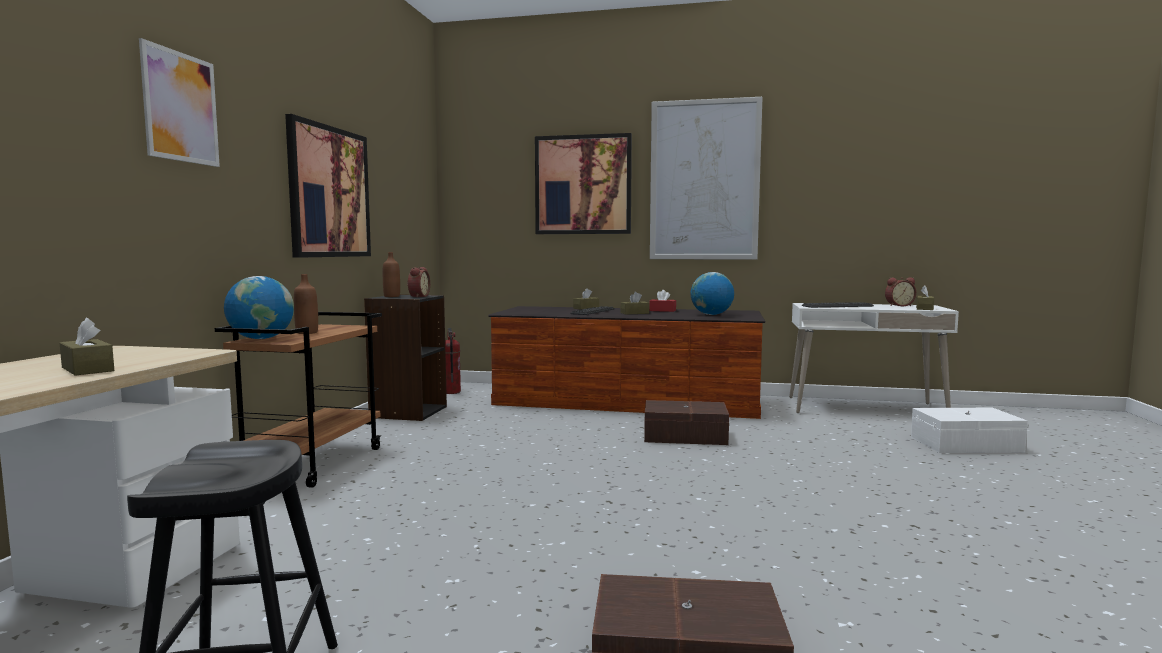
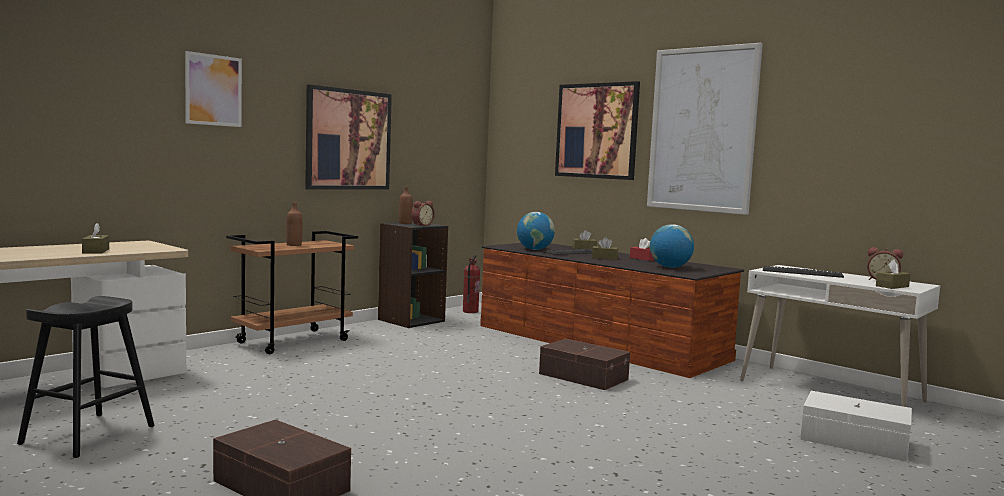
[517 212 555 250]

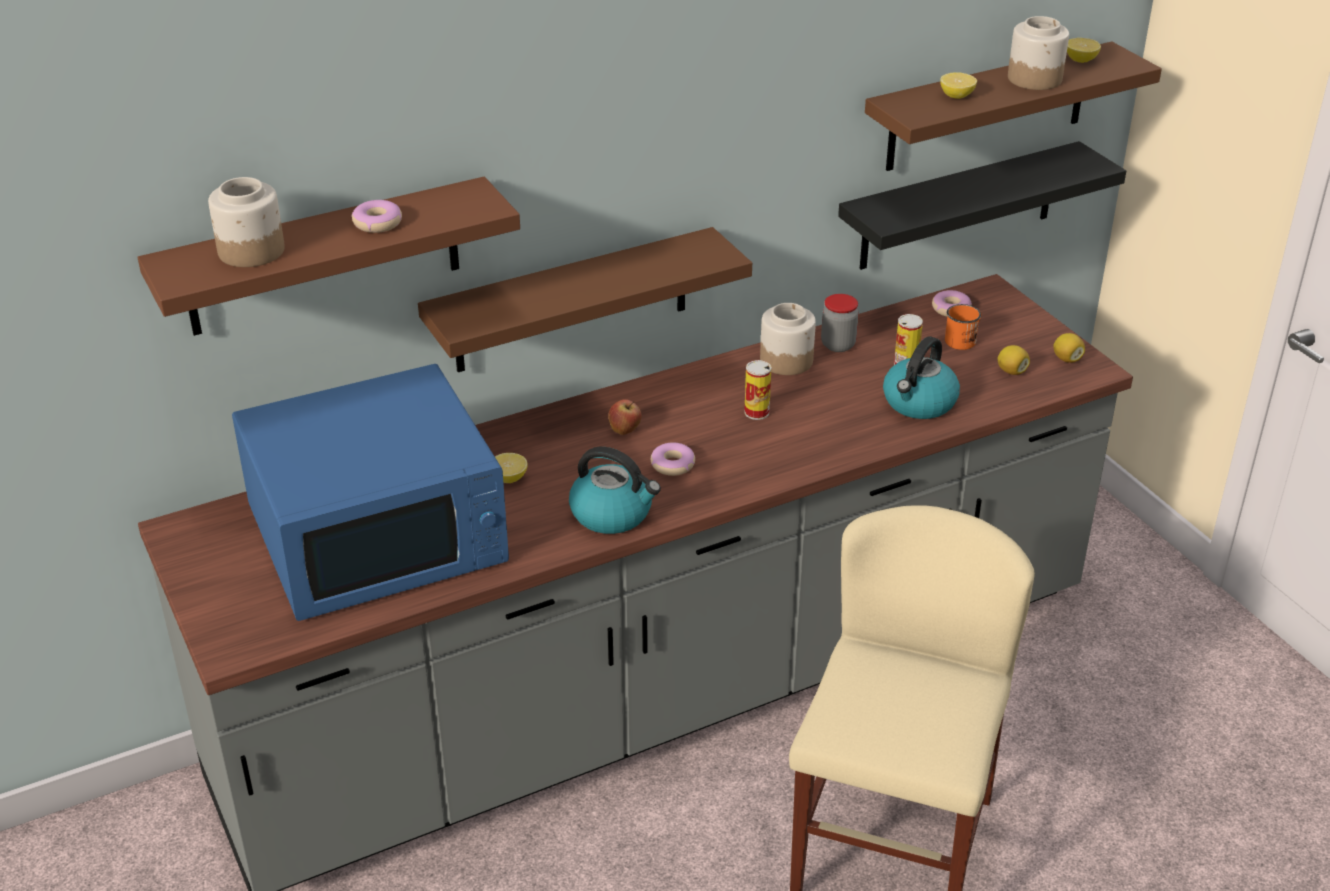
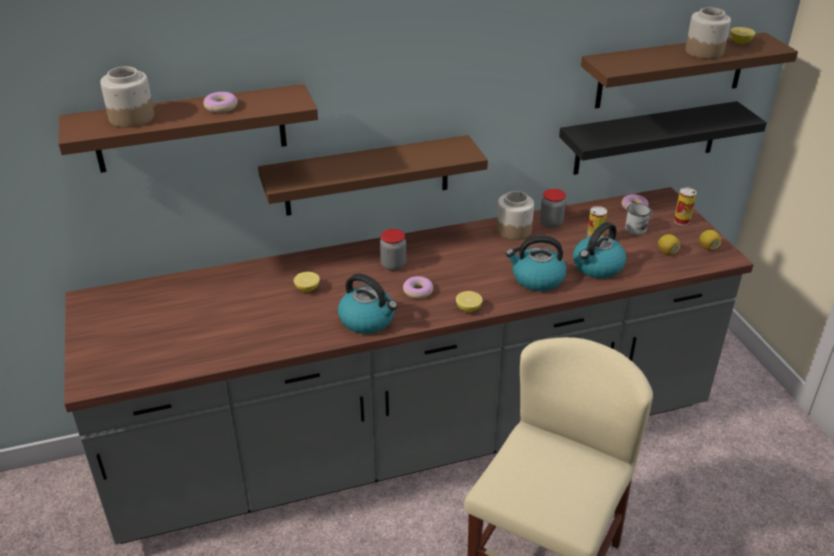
[380 229 406 271]
[456 291 483 312]
[506 235 566 291]
[625 203 653 235]
[674 187 696 226]
[232 364 509 621] (first image)

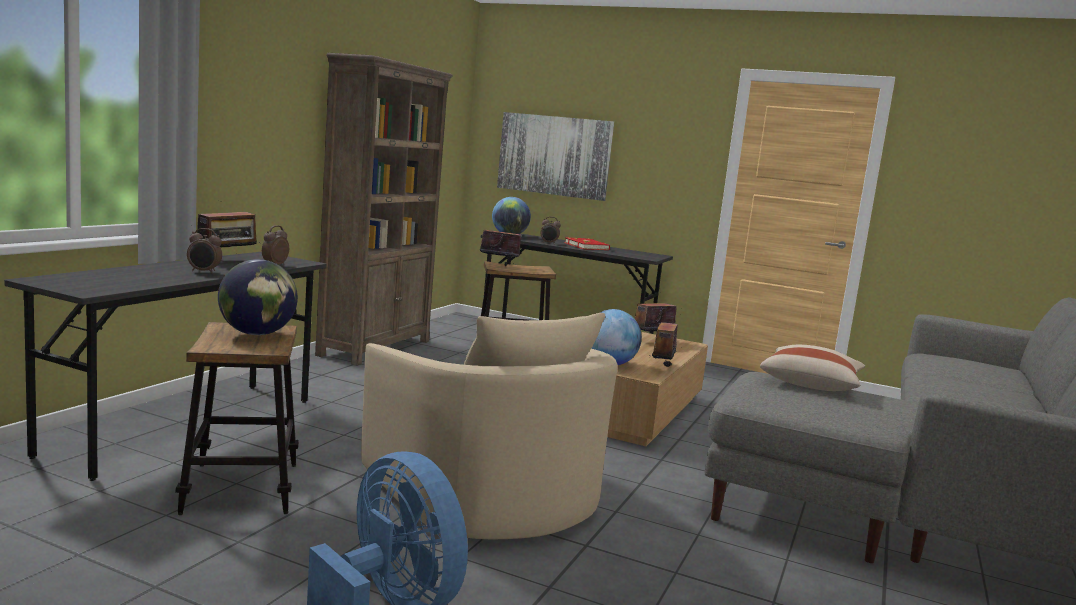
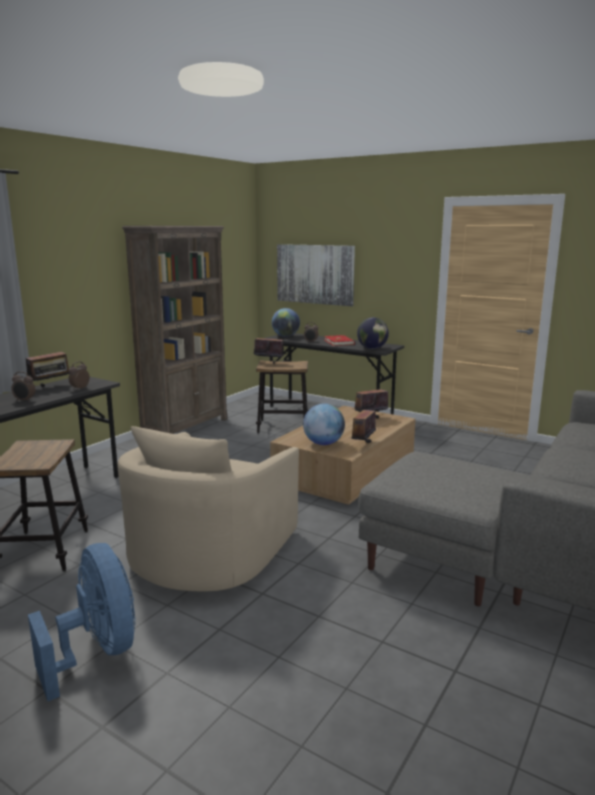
[117 426 299 591]
[357 317 389 349]
[760 345 865 391] (first image)

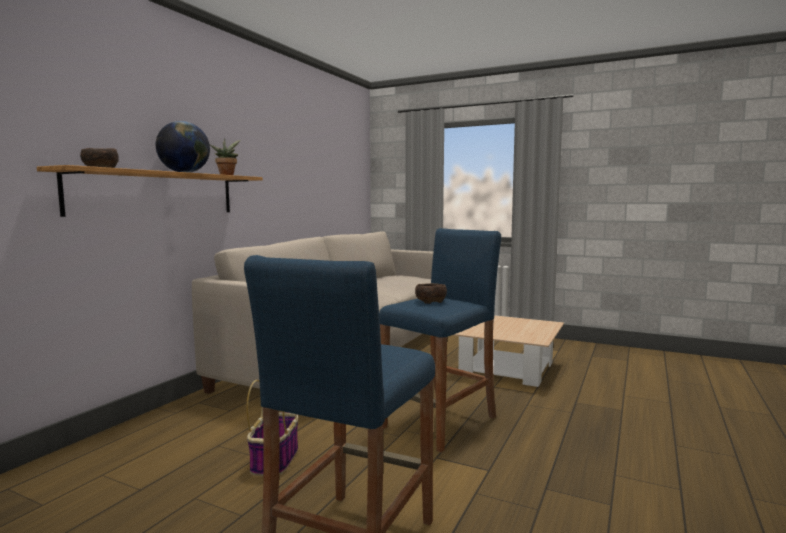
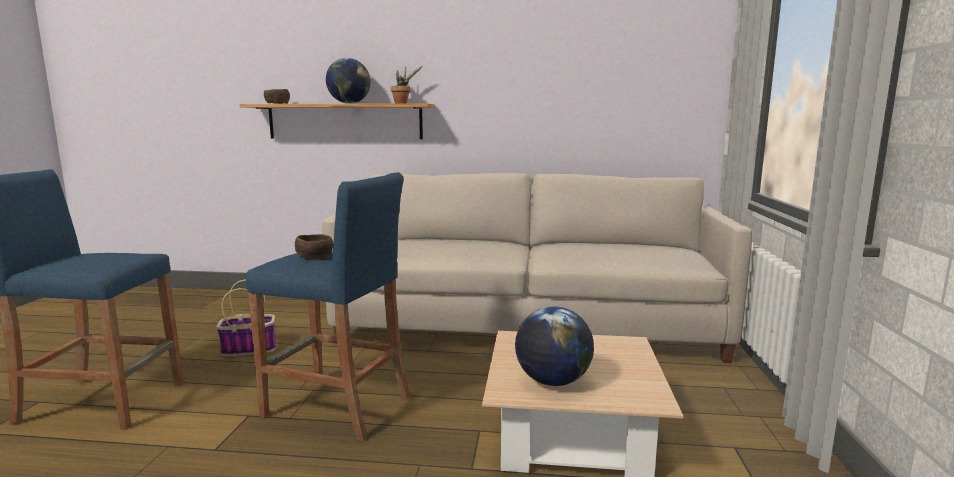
[515 306 594 386]

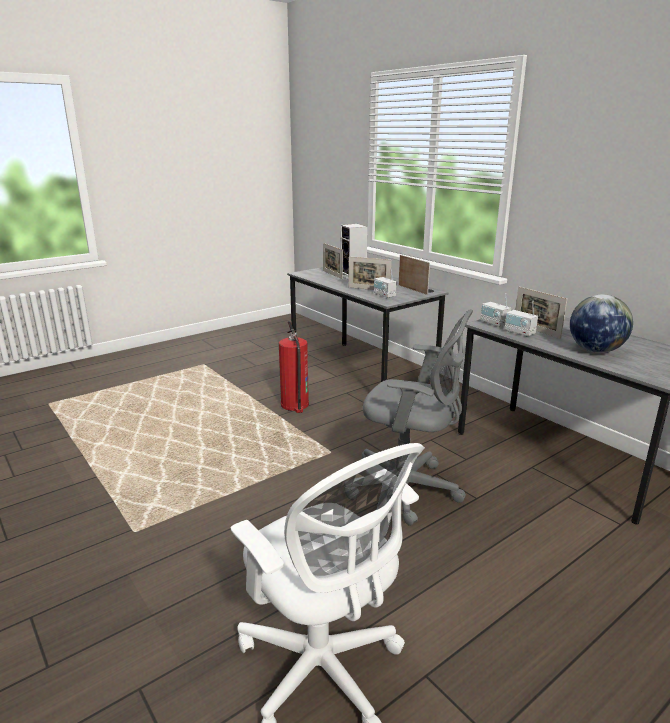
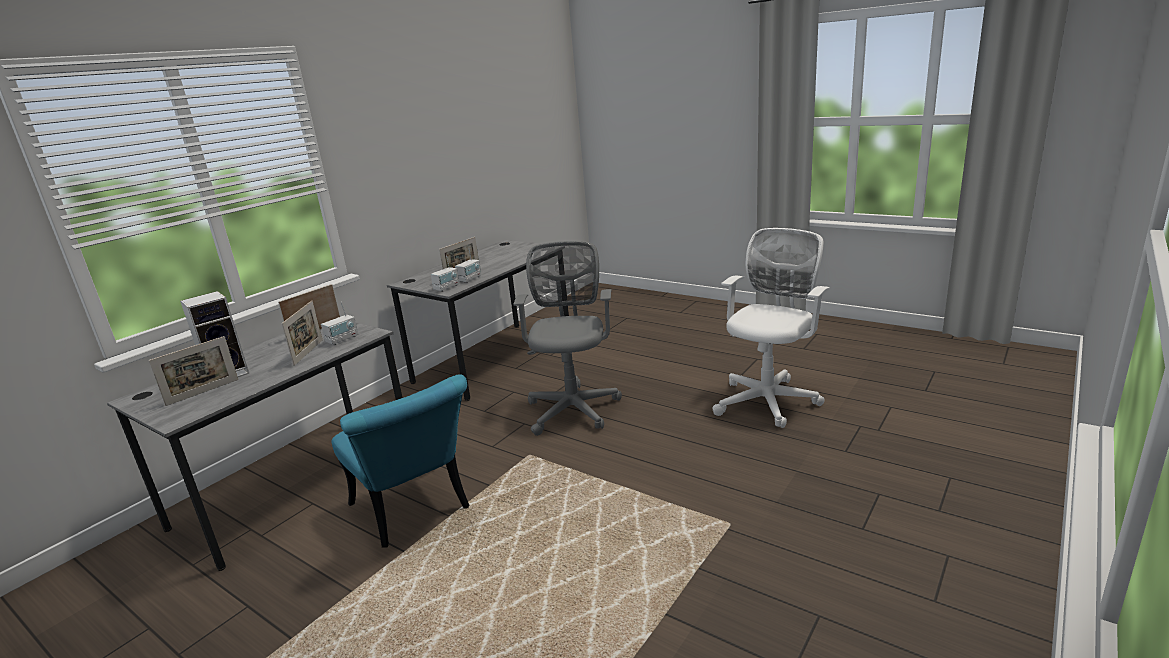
[332 374 469 548]
[570 294 633 353] (first image)

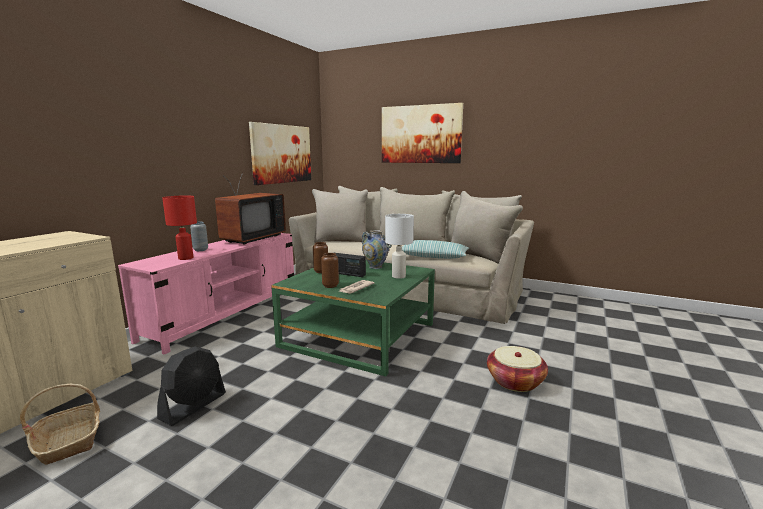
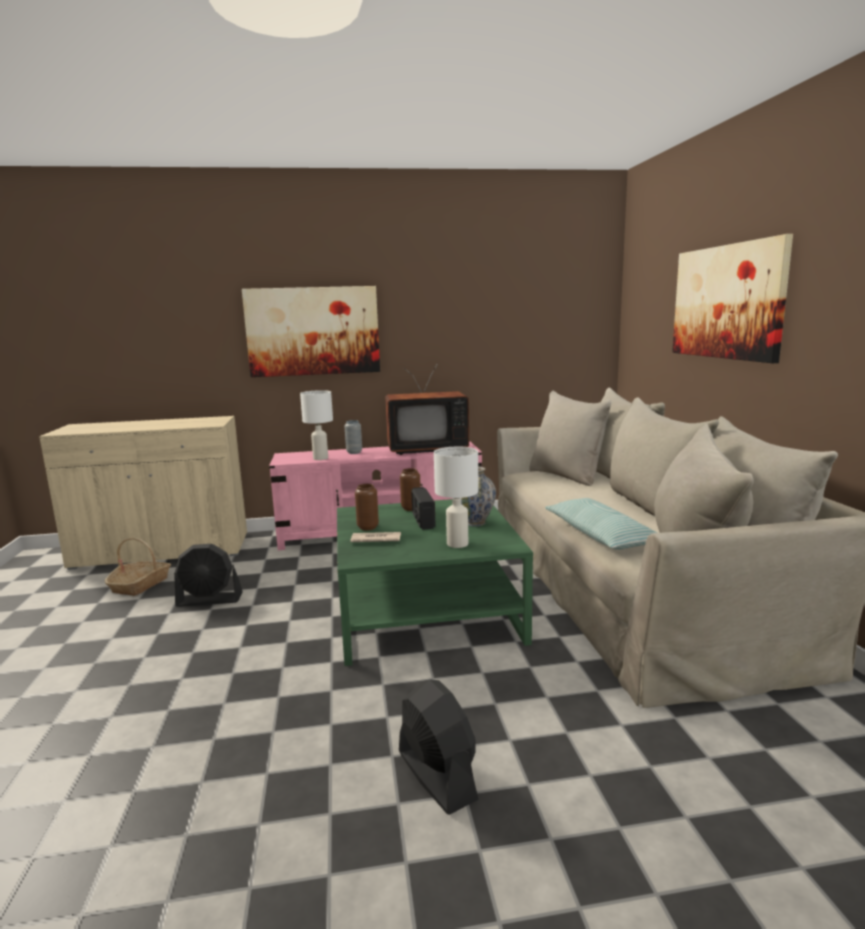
[242 286 380 377]
[300 390 333 460]
[399 680 479 815]

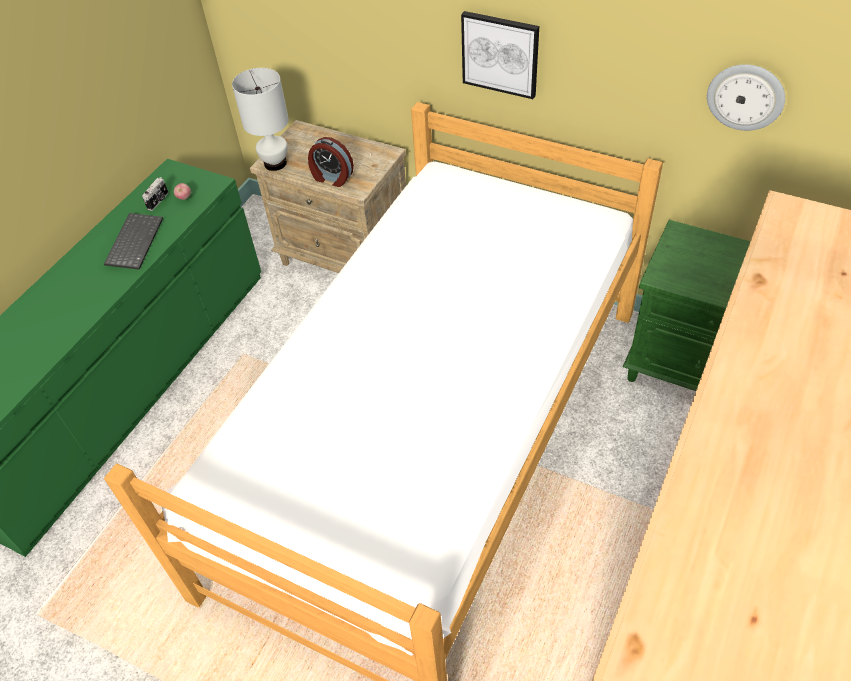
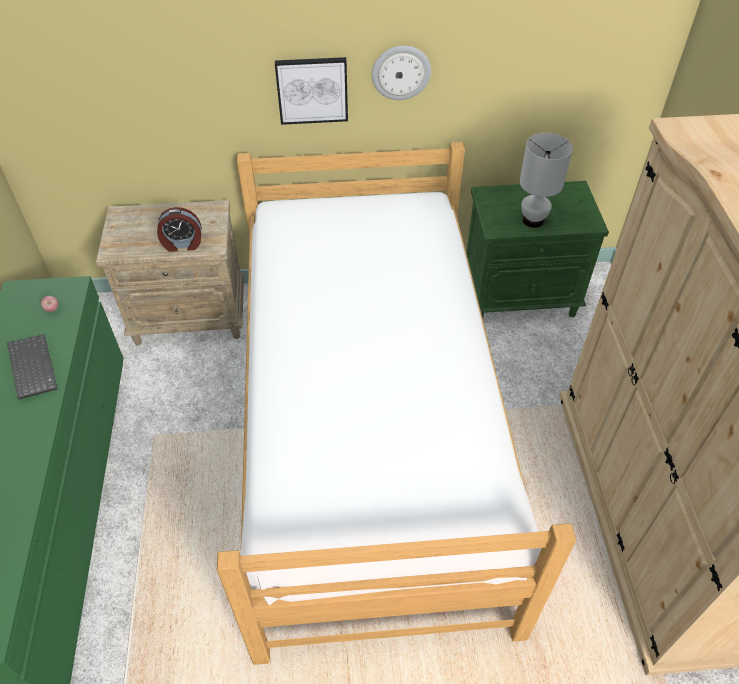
[372 46 431 100]
[520 133 573 228]
[142 177 168 211] (first image)

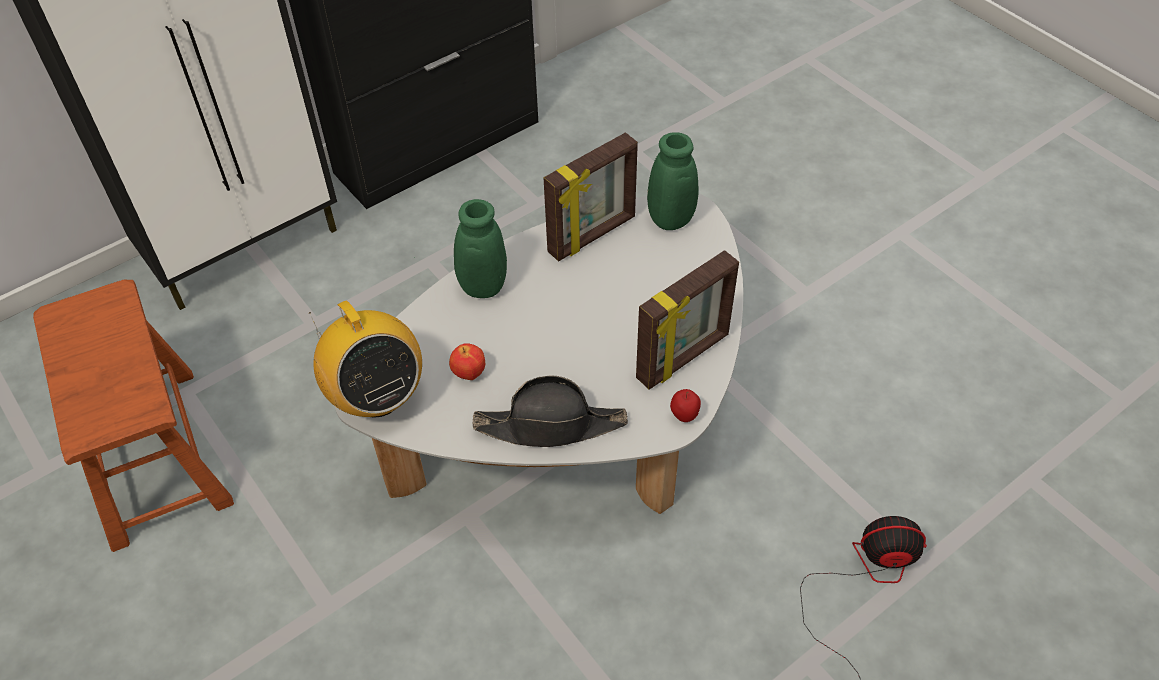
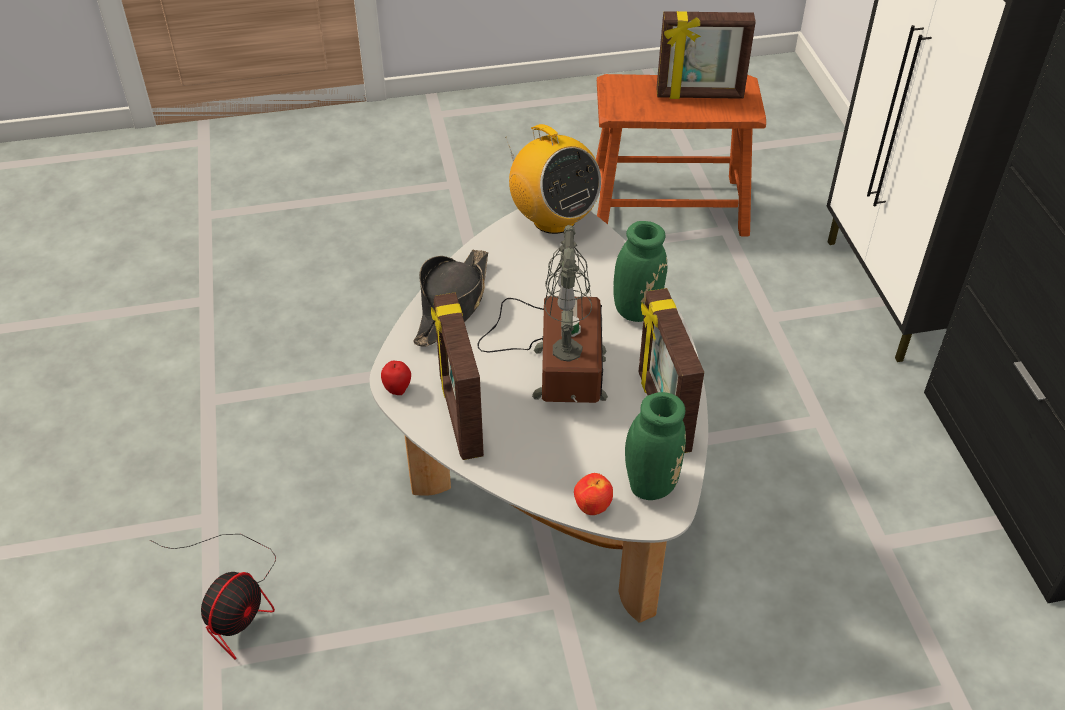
[477 225 608 403]
[505 124 601 234]
[574 473 613 515]
[656 11 756 99]

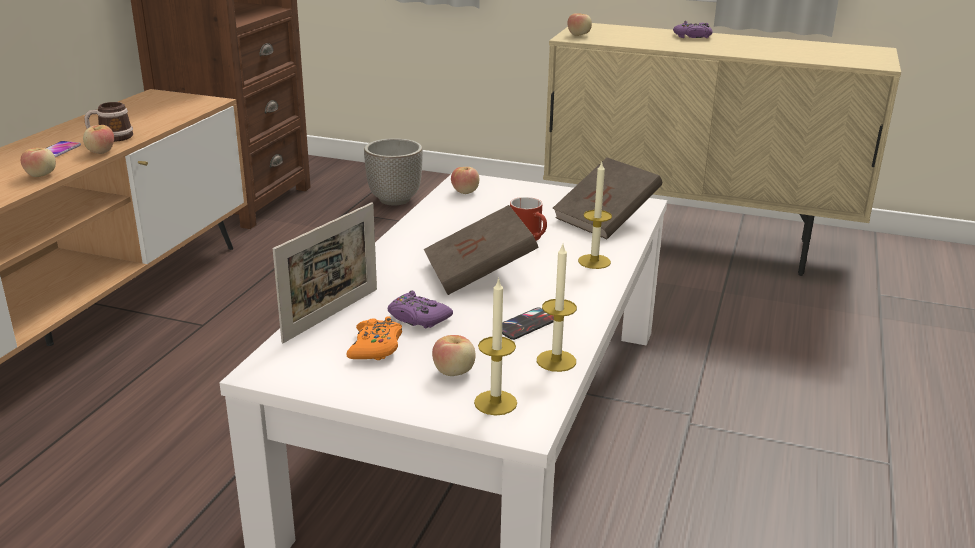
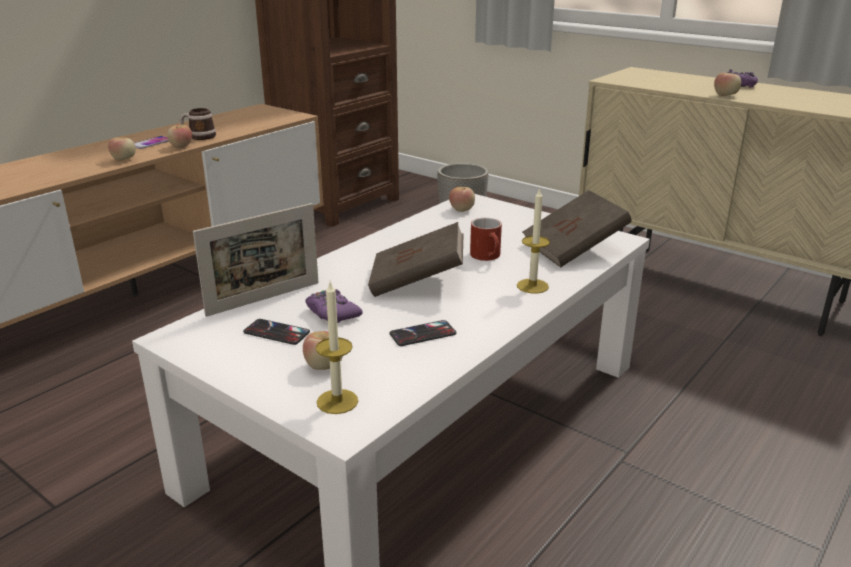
[243 319 310 345]
[714 73 741 96]
[537 244 577 372] (first image)

